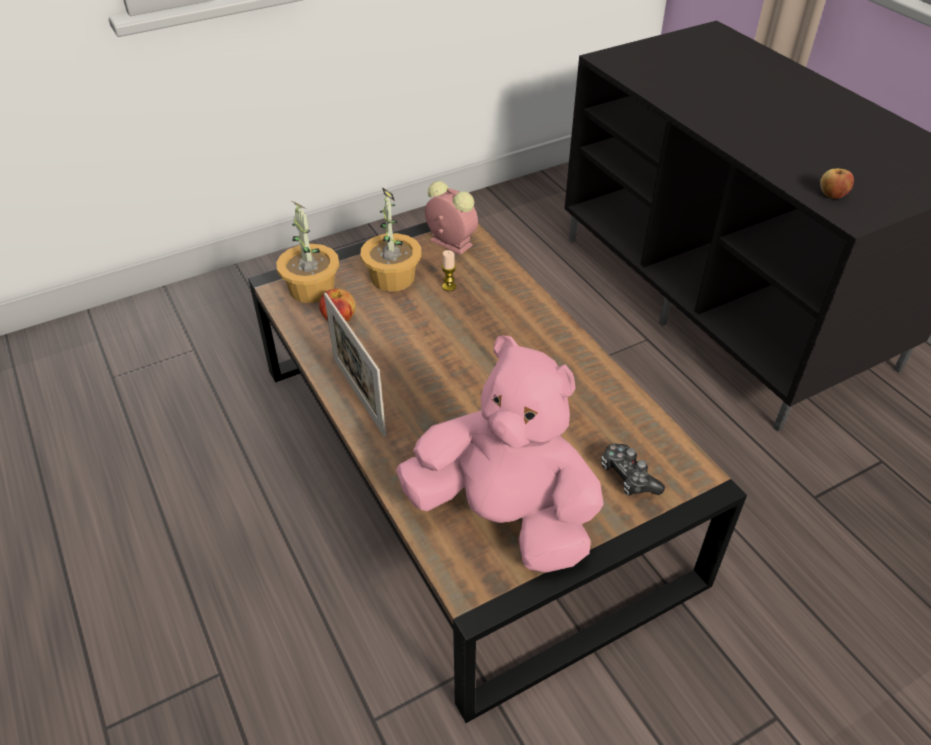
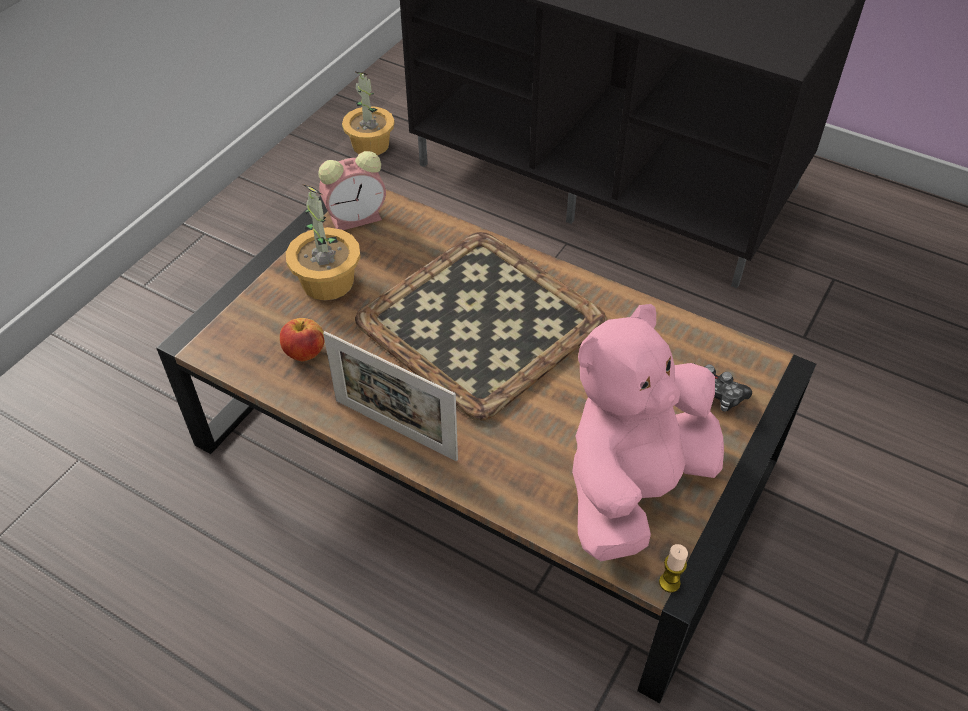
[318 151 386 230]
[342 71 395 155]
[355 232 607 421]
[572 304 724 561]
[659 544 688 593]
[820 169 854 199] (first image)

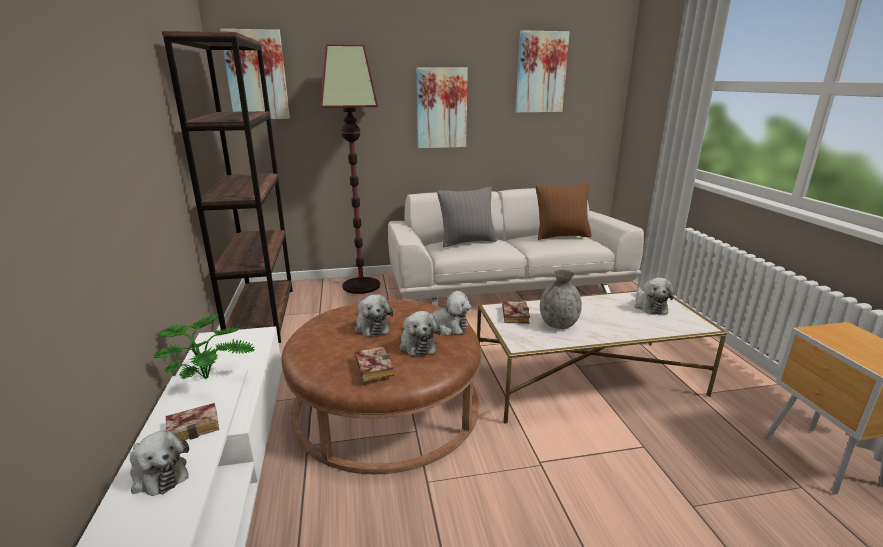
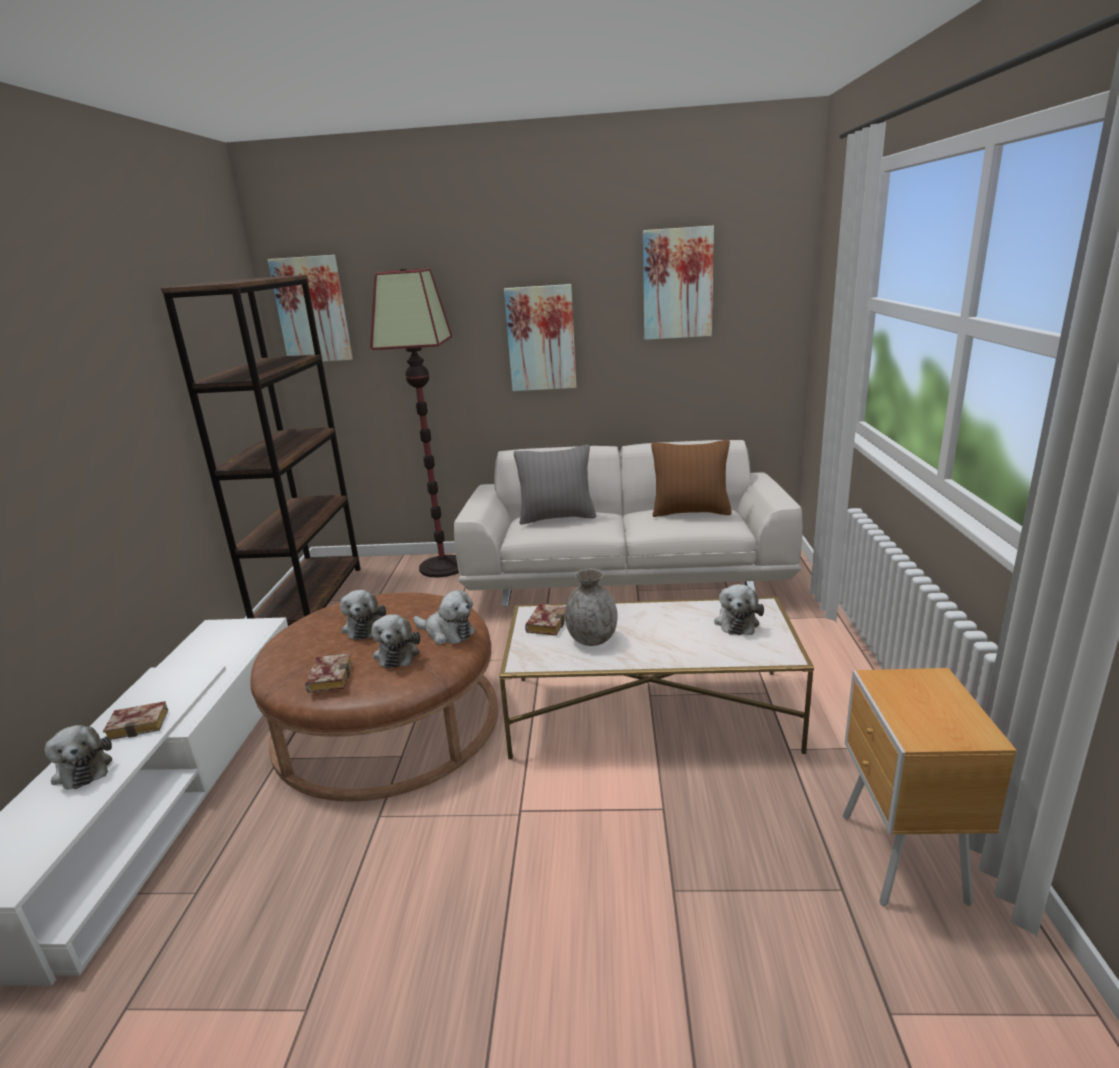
[153 314 255 379] (first image)

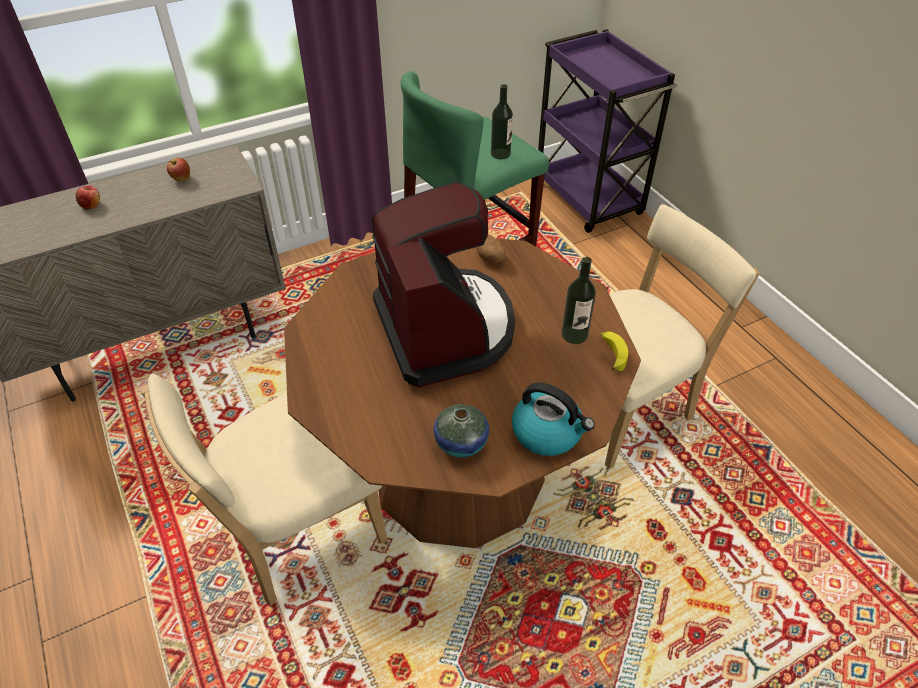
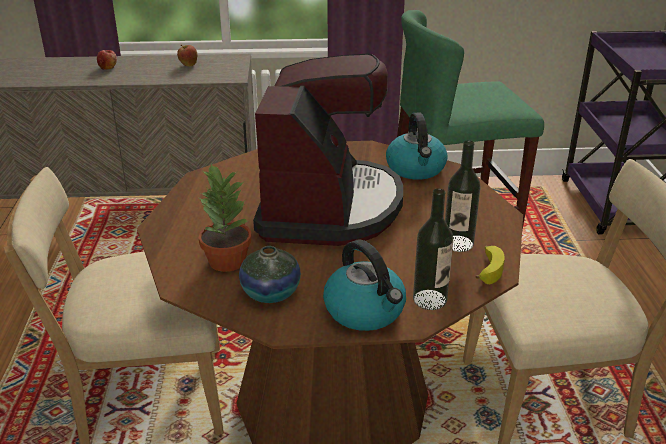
[199 164 252 272]
[386 112 448 180]
[413 188 453 310]

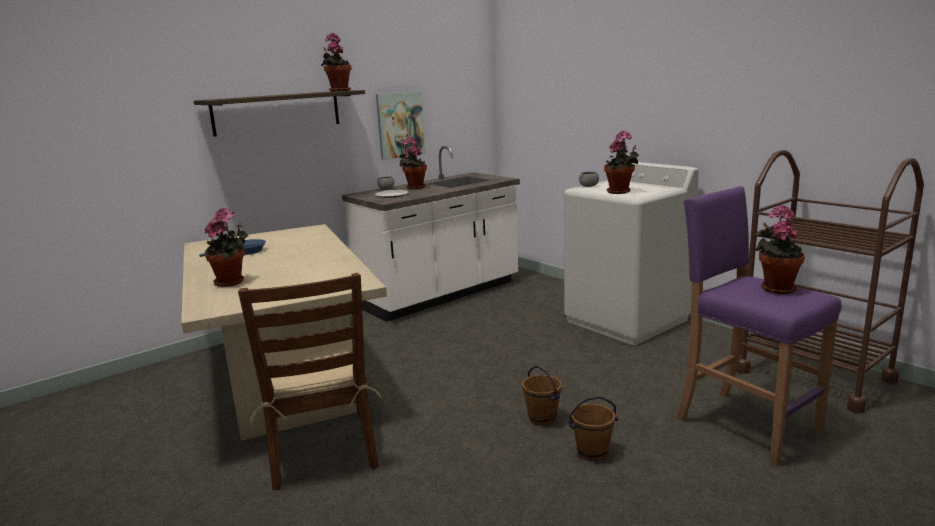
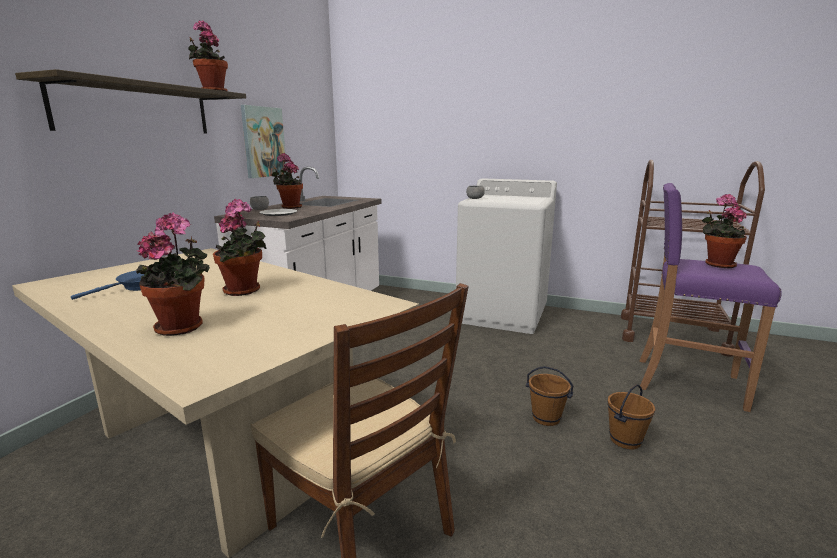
[213 199 266 296]

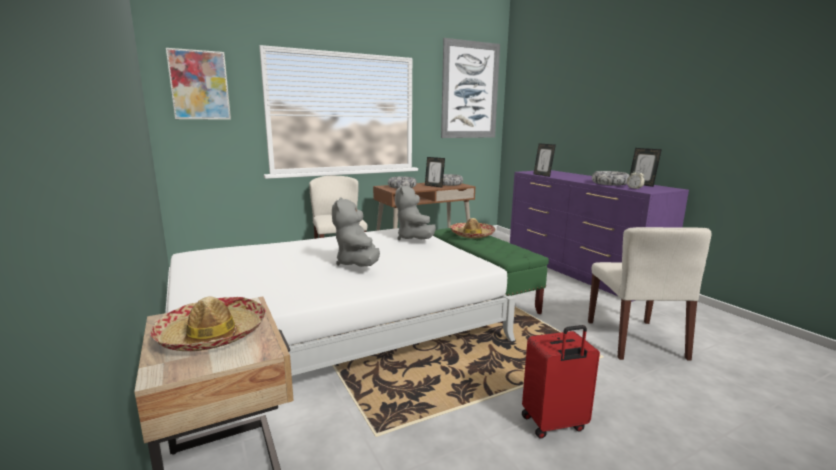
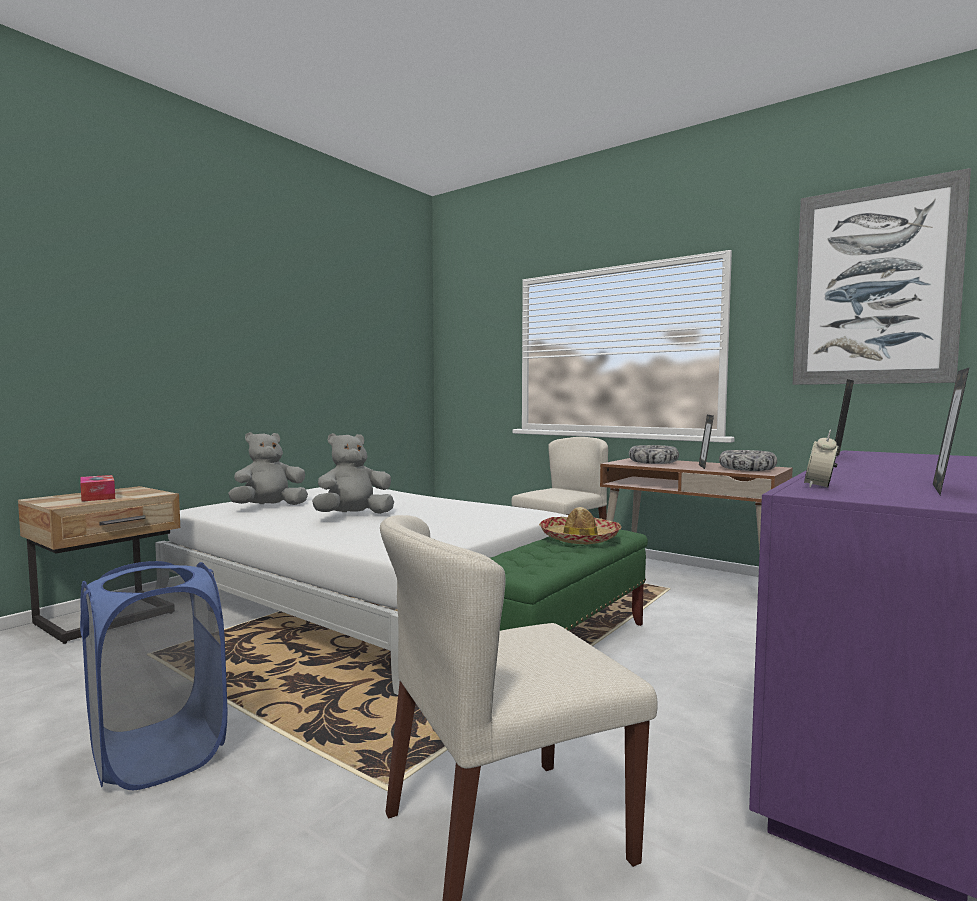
[80 475 115 502]
[80 561 227 790]
[228 432 308 505]
[166 48 231 120] (first image)
[592 171 630 186] (first image)

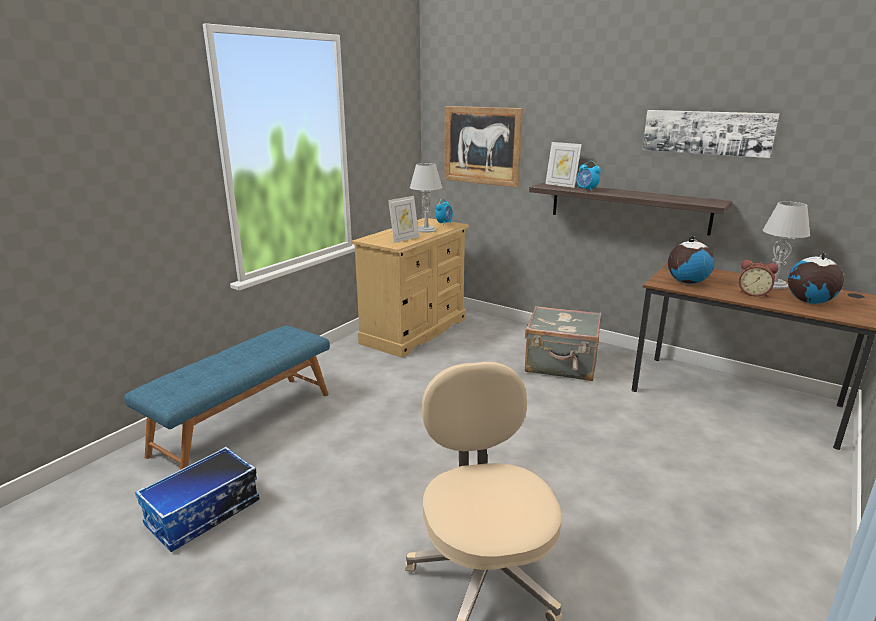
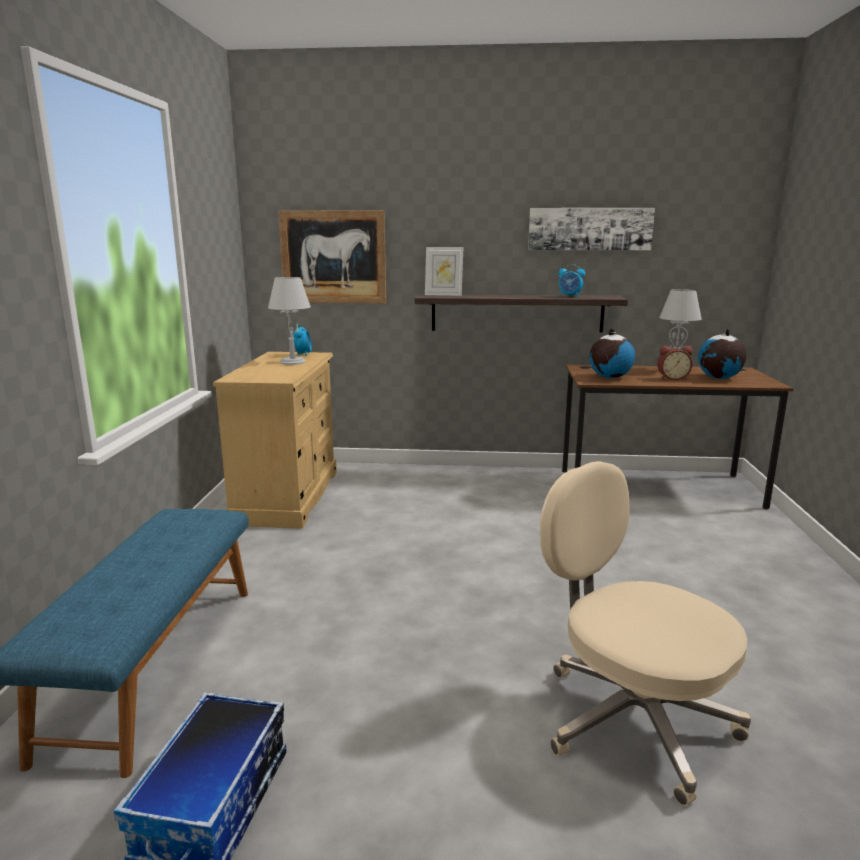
[558 264 585 297]
[388 196 419 243] (first image)
[525 306 602 381] (first image)

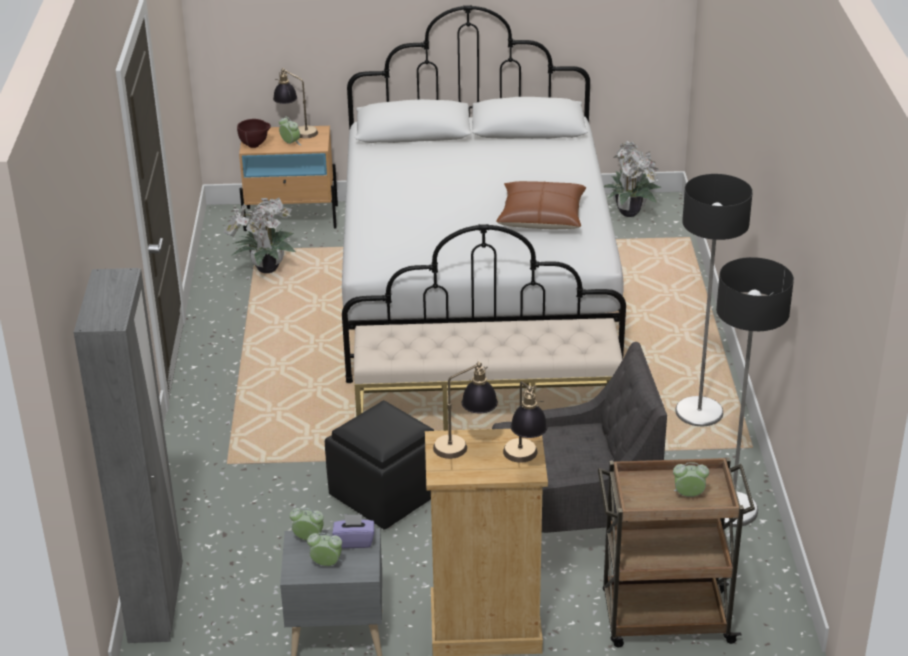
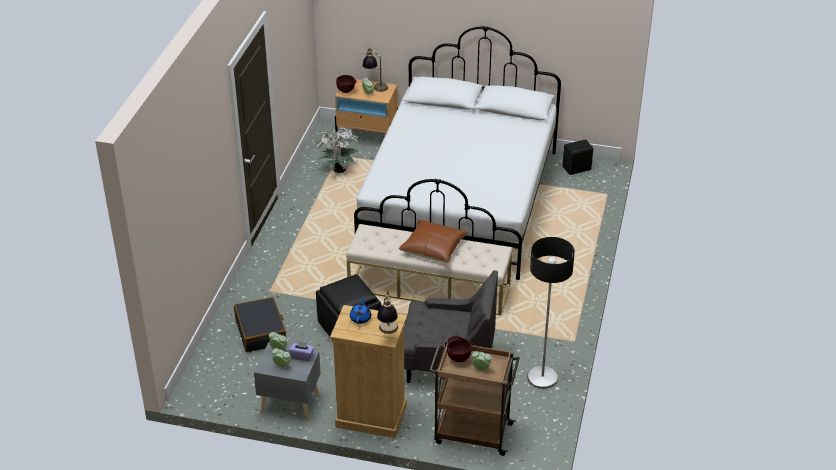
[234 297 286 352]
[350 297 371 324]
[399 220 468 263]
[447 336 472 362]
[563 139 593 175]
[74 268 183 643] (first image)
[675 174 753 426] (first image)

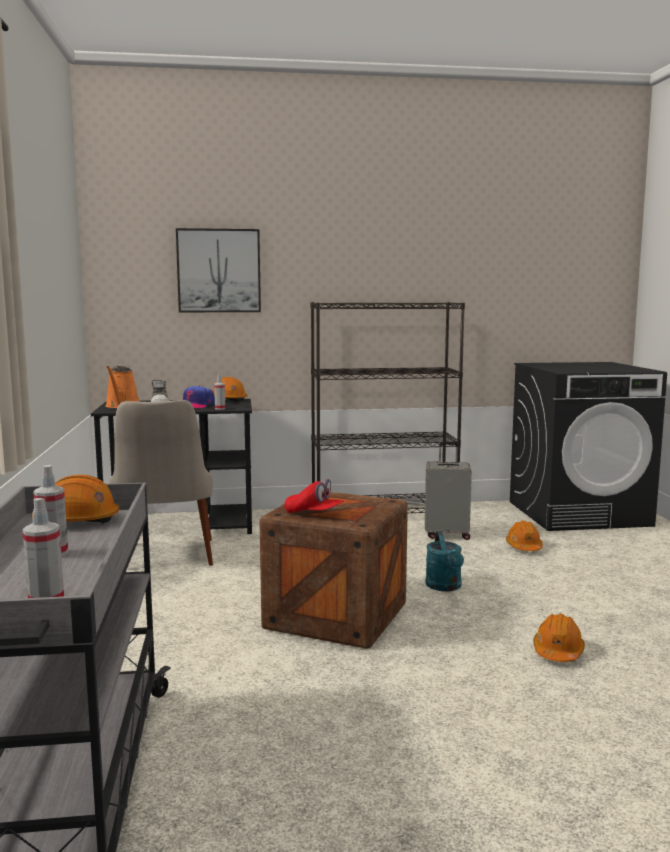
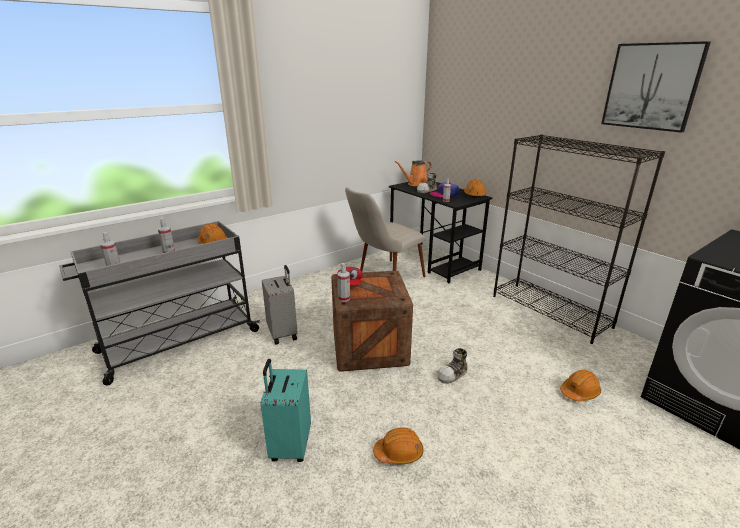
[261 359 311 462]
[262 265 298 345]
[337 263 350 302]
[437 348 468 384]
[601 41 711 133]

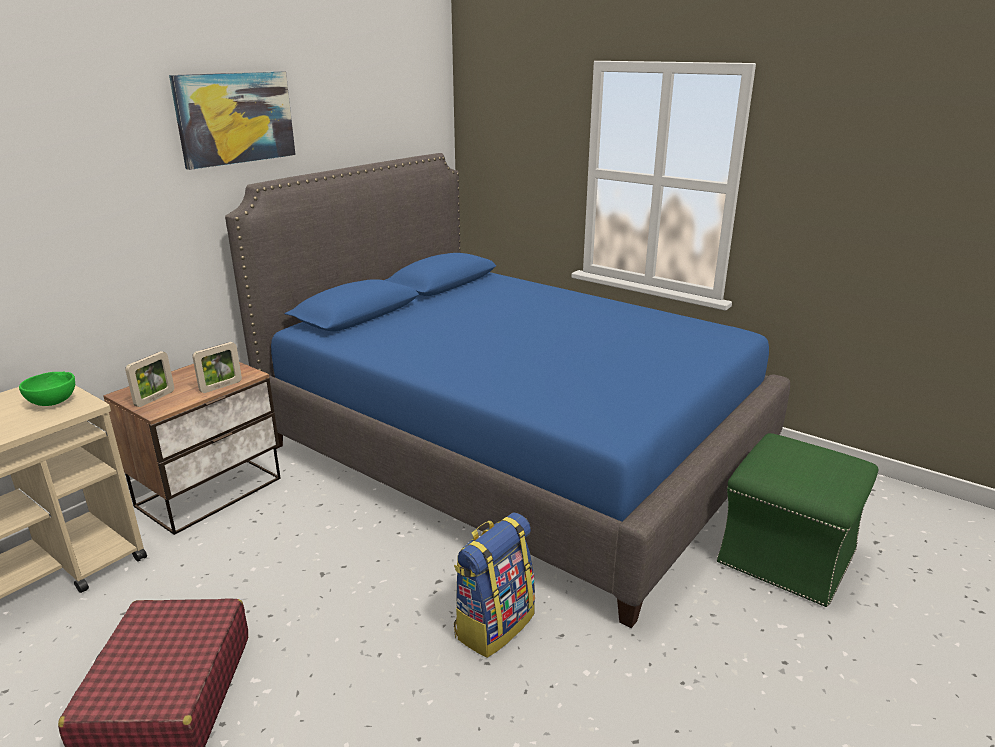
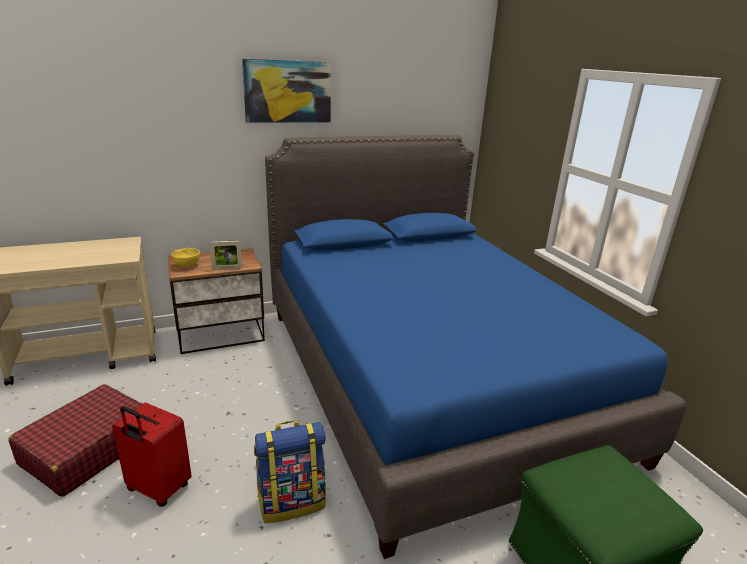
[112 403 192 507]
[172 248 200 267]
[19 371 75 406] (first image)

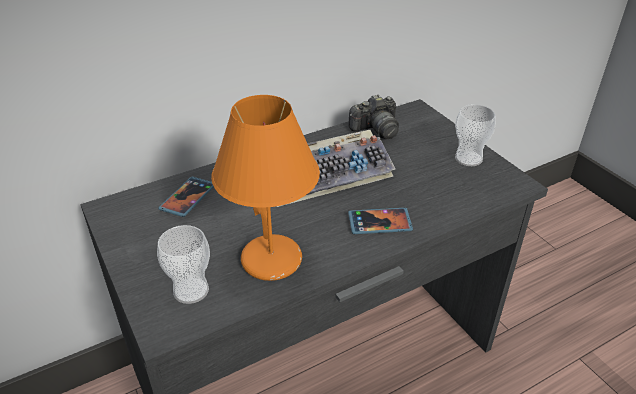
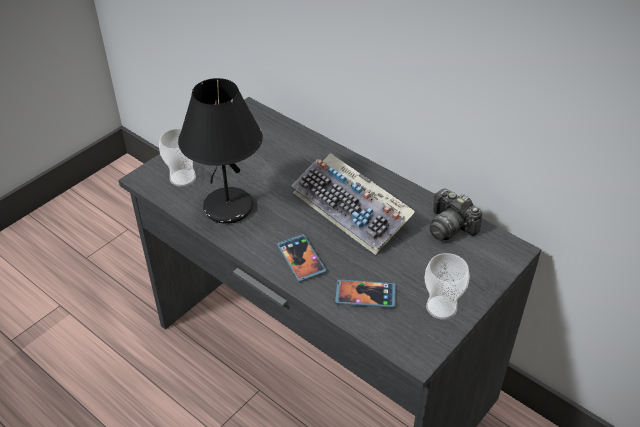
[178 78 263 224]
[335 279 396 308]

